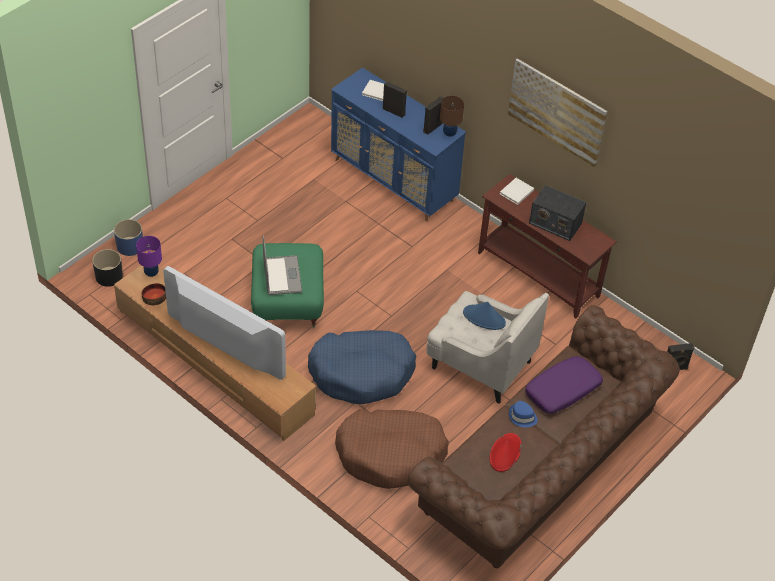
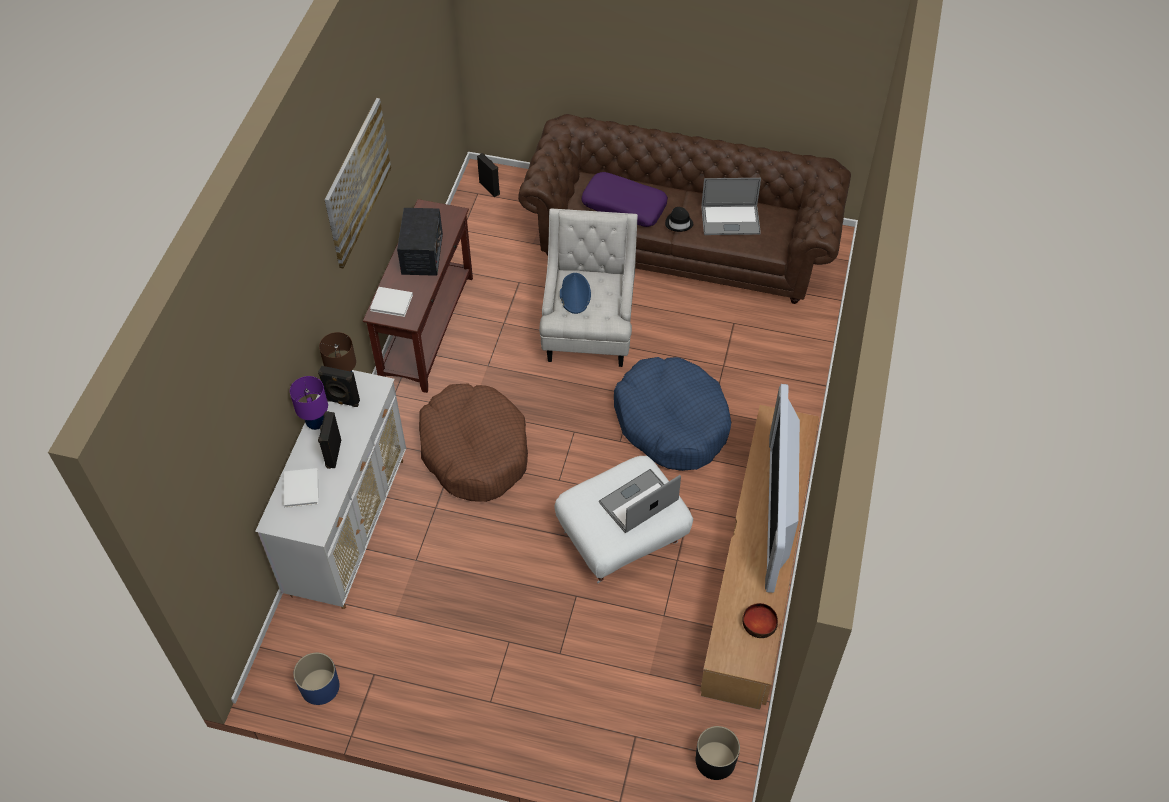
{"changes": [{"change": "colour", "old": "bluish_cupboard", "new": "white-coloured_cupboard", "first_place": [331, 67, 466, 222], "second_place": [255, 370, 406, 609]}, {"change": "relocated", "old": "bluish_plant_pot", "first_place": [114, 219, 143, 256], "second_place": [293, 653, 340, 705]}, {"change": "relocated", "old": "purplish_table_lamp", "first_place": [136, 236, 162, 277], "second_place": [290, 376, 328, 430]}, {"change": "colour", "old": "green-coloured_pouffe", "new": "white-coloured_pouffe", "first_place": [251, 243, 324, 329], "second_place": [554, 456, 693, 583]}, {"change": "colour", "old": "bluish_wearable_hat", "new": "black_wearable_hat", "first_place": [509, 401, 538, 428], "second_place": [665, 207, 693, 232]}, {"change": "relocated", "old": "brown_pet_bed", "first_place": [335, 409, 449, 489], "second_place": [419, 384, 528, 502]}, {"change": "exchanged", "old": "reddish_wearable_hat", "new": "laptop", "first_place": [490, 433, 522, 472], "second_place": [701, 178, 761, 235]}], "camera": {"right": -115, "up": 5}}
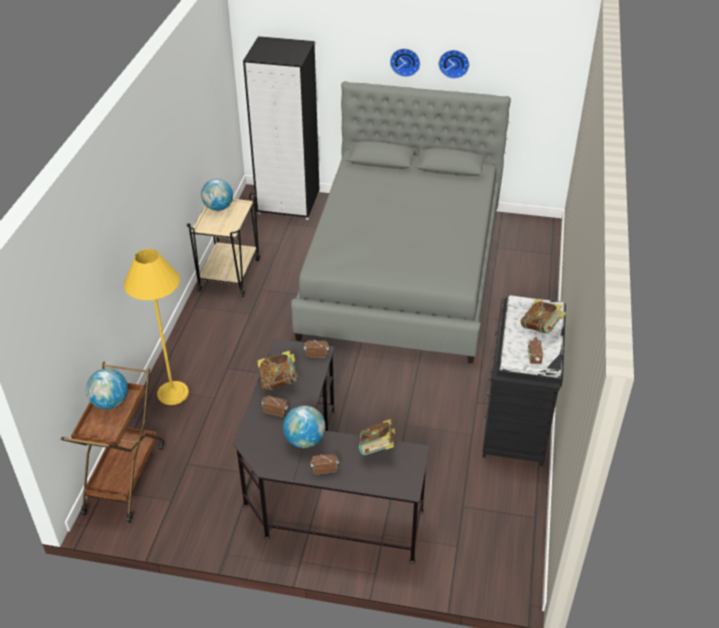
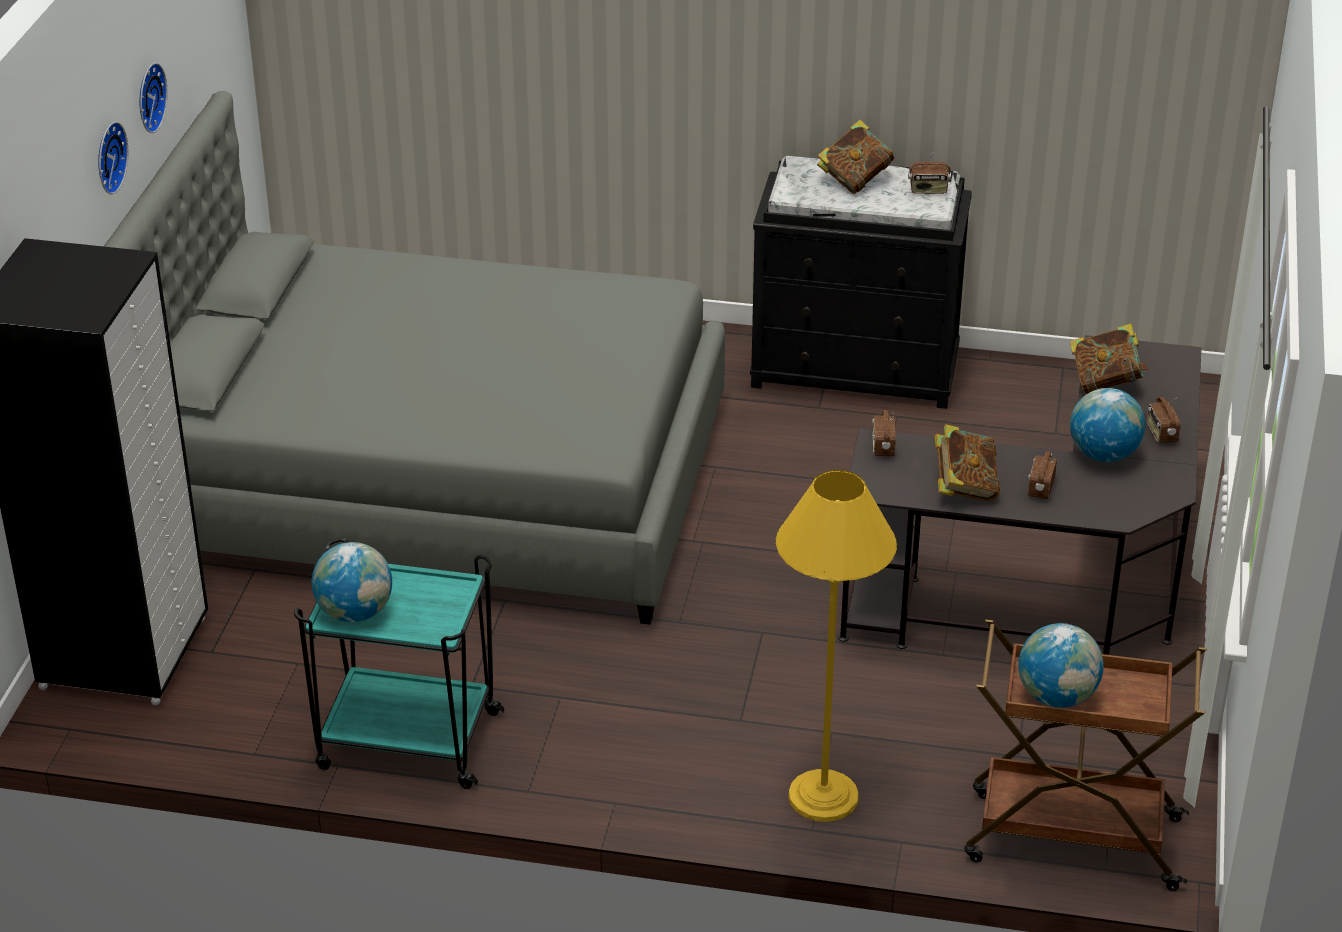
{"changes": [{"change": "colour", "old": "beige_wheeled_cart", "new": "blue-green_wheeled_cart", "first_place": [187, 193, 260, 297], "second_place": [294, 538, 504, 789]}], "camera": {"right": -90, "up": -5}}
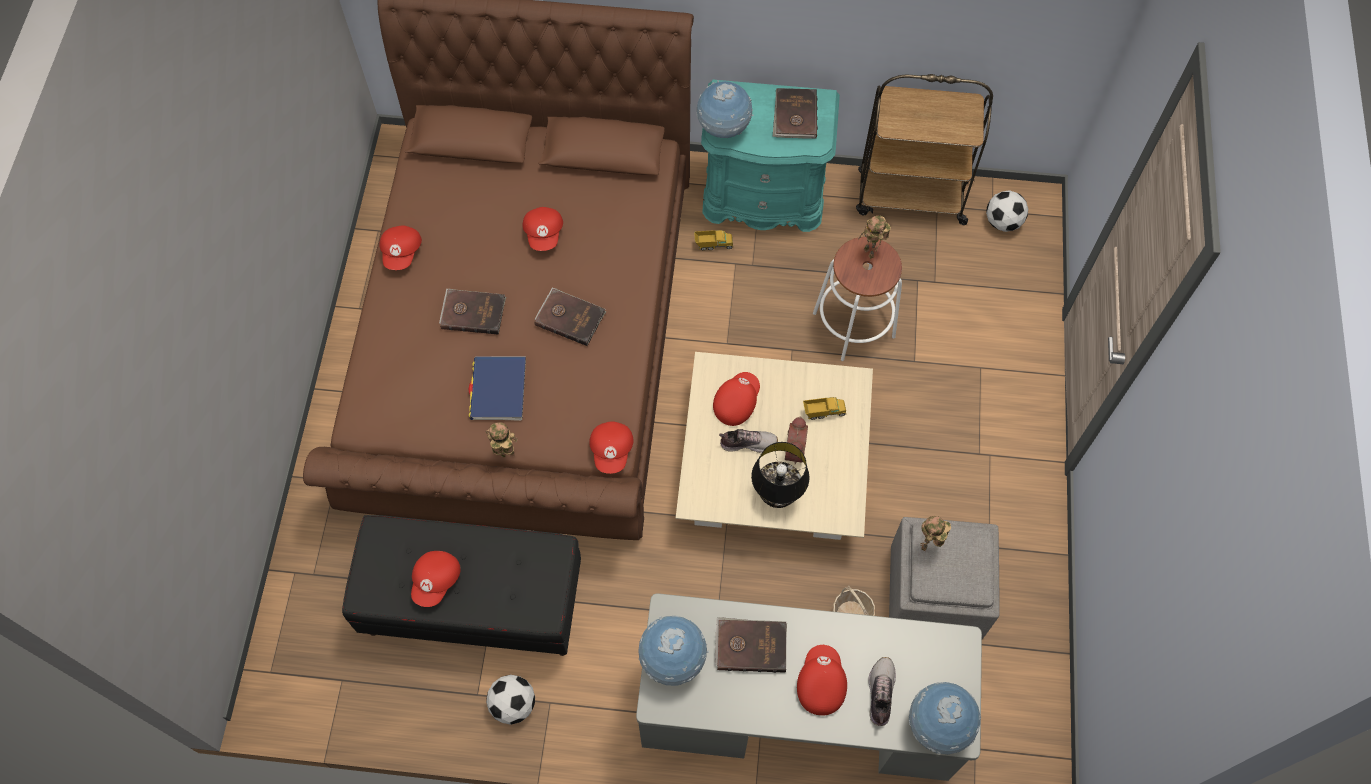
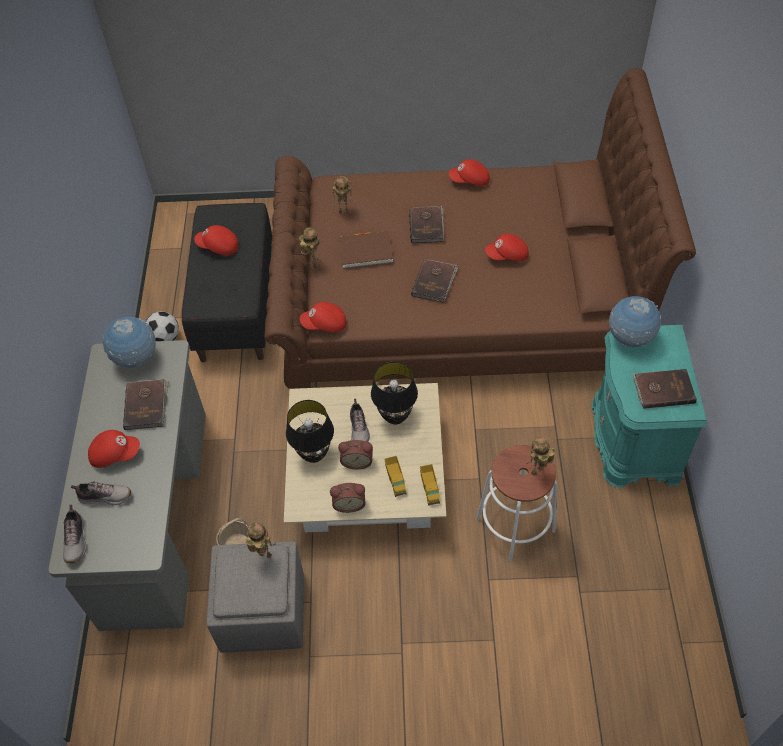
{"changes": [{"change": "missing", "old": "brown_wheeled_cart", "first_place": [856, 74, 993, 225]}, {"change": "missing", "old": "football", "first_place": [986, 190, 1028, 232]}, {"change": "relocated", "old": "toy_truck", "first_place": [694, 230, 733, 251], "second_place": [420, 464, 440, 506]}, {"change": "colour", "old": "bluish_volume", "new": "brown_volume", "first_place": [469, 356, 526, 421], "second_place": [338, 231, 393, 268]}, {"change": "exchanged", "old": "reddish_cap", "new": "black_table_lamp", "first_place": [713, 372, 760, 426], "second_place": [371, 362, 418, 425]}, {"change": "exchanged", "old": "world_globe", "new": "shoe", "first_place": [909, 682, 981, 754], "second_place": [63, 505, 87, 563]}, {"change": "appeared", "new": "model_robot", "second_place": [332, 176, 352, 215]}, {"change": "appeared", "new": "table_clock", "second_place": [330, 483, 365, 513]}], "camera": {"right": 85, "up": -10}}
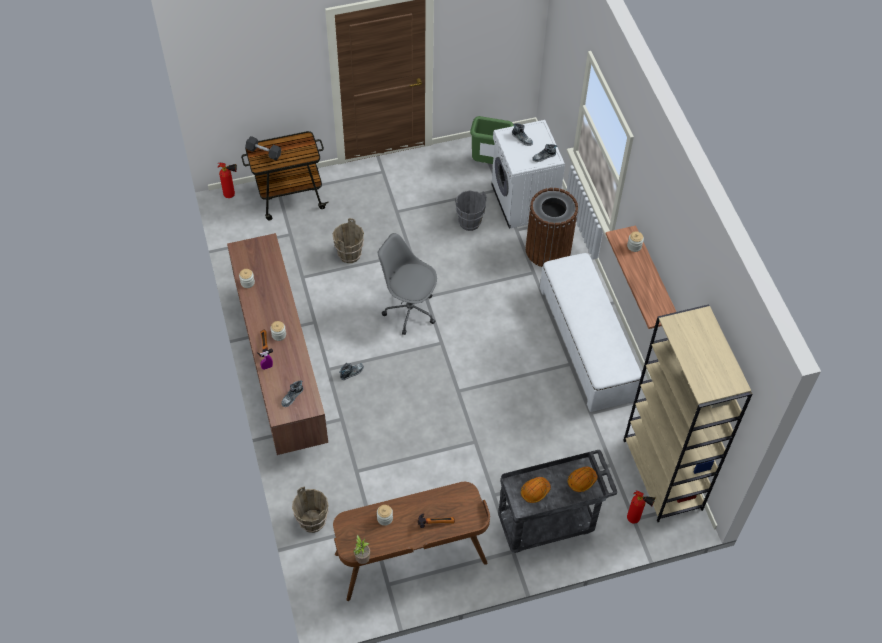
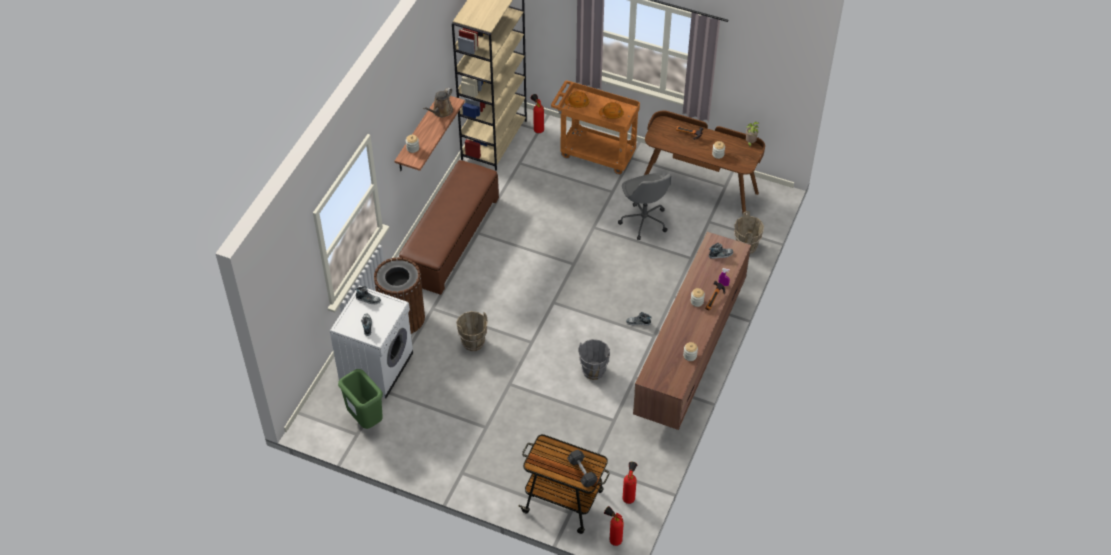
{"changes": [{"change": "relocated", "old": "greyish_pail", "first_place": [455, 191, 486, 231], "second_place": [579, 339, 610, 380]}, {"change": "relocated", "old": "brown_pail", "first_place": [333, 218, 364, 263], "second_place": [456, 311, 487, 351]}, {"change": "relocated", "old": "greyish_office_chair", "first_place": [378, 233, 437, 335], "second_place": [618, 173, 671, 240]}, {"change": "colour", "old": "white-coloured_bench", "new": "brown_bench", "first_place": [540, 253, 642, 412], "second_place": [399, 160, 499, 295]}, {"change": "colour", "old": "greyish_wheeled_cart", "new": "orange-coloured_wheeled_cart", "first_place": [498, 450, 617, 553], "second_place": [551, 80, 640, 175]}, {"change": "appeared", "new": "brown_watering_can", "second_place": [423, 87, 453, 117]}, {"change": "appeared", "new": "fire-fighting_cylinder", "second_place": [623, 462, 637, 504]}], "camera": {"right": -140, "up": -5}}
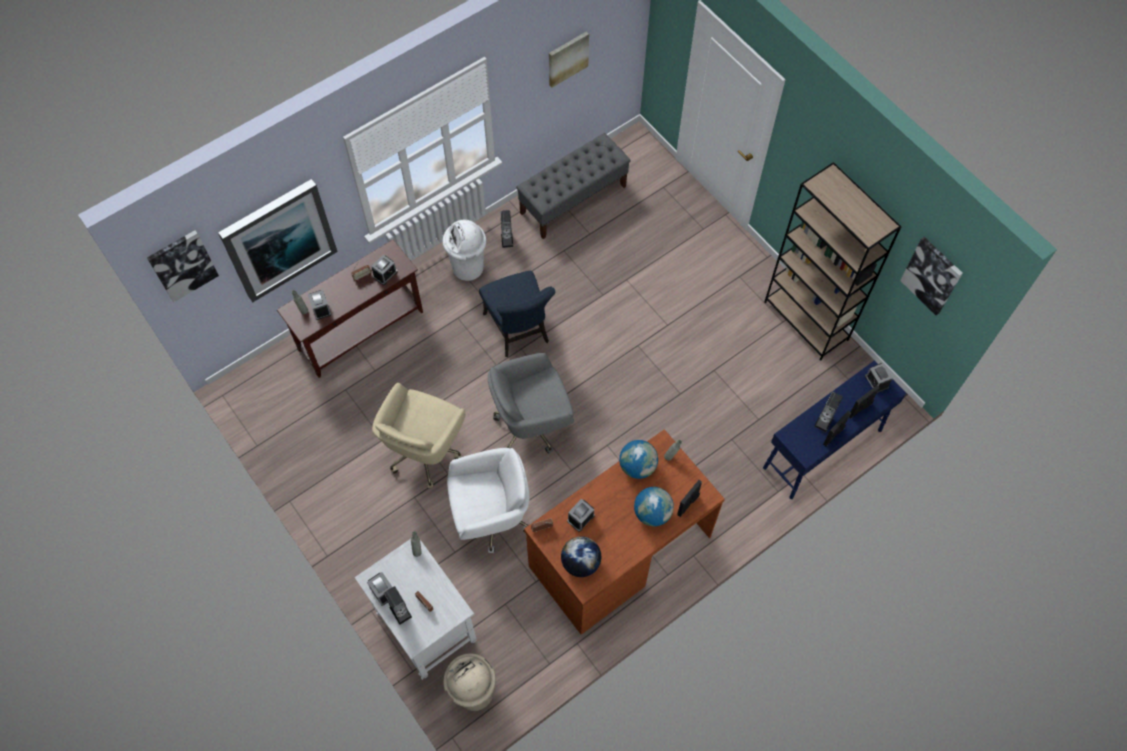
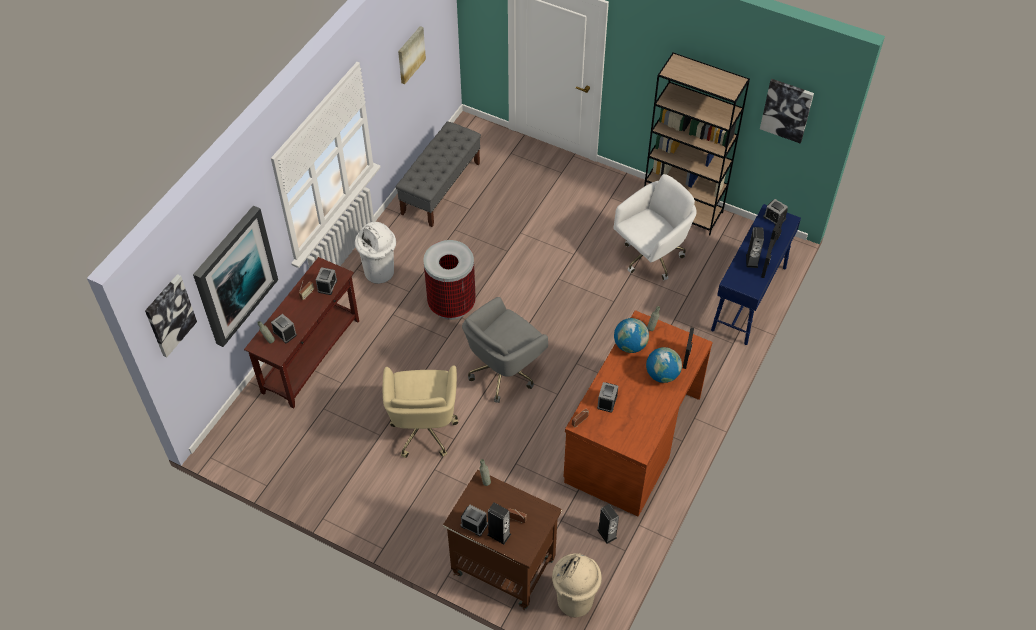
{"changes": [{"change": "relocated", "old": "speaker", "first_place": [500, 210, 513, 248], "second_place": [597, 504, 619, 544]}, {"change": "exchanged", "old": "bluish_chair", "new": "trash_can", "first_place": [479, 271, 556, 357], "second_place": [423, 240, 476, 320]}, {"change": "relocated", "old": "white-coloured_office_chair", "first_place": [447, 448, 530, 553], "second_place": [614, 174, 697, 280]}, {"change": "missing", "old": "world_globe", "first_place": [561, 536, 601, 577]}, {"change": "colour", "old": "white-coloured_wheeled_cart", "new": "brown_wheeled_cart", "first_place": [354, 539, 477, 680], "second_place": [443, 470, 562, 610]}], "camera": {"right": -25, "up": -10}}
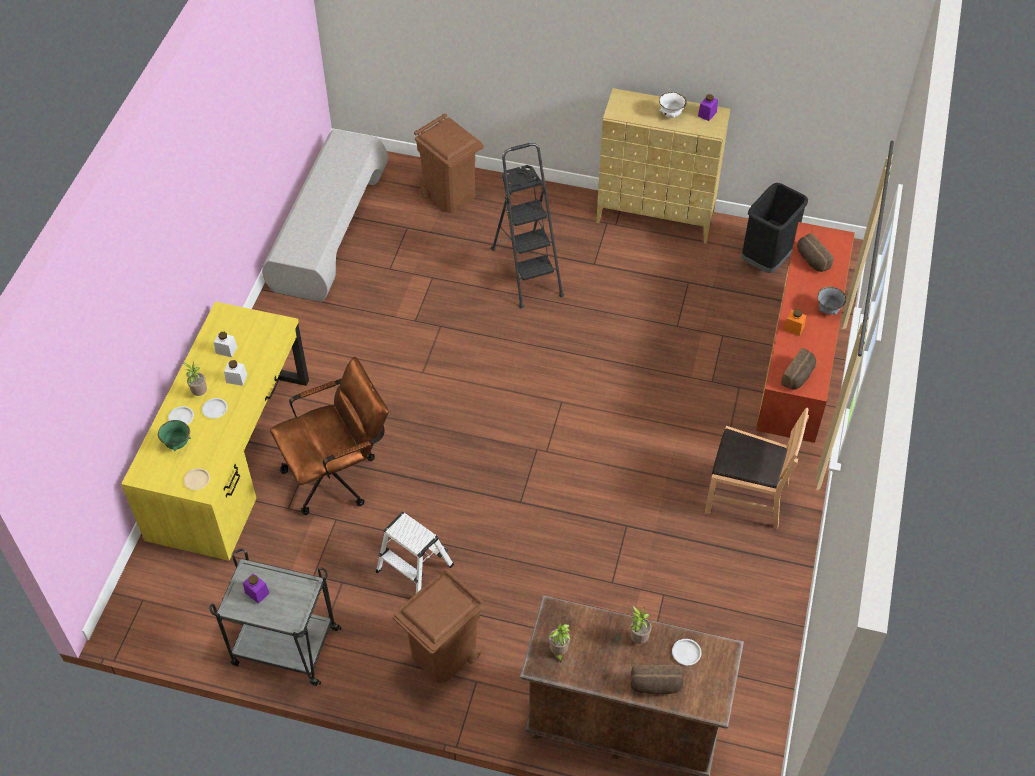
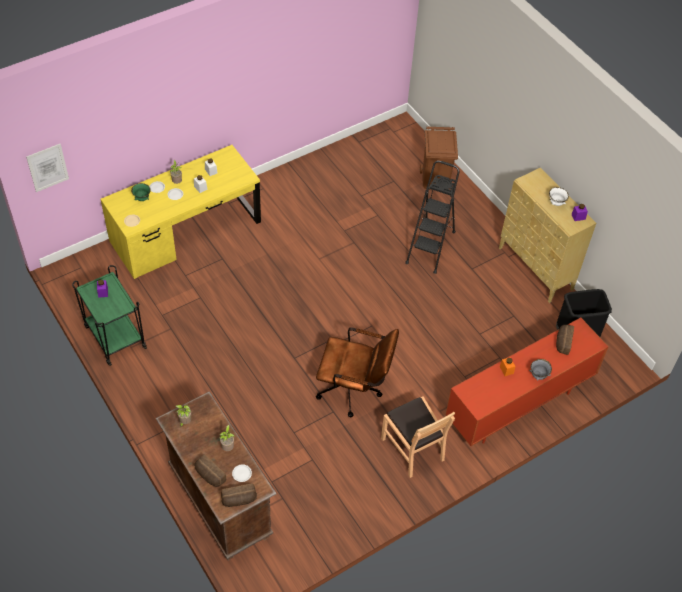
{"changes": [{"change": "missing", "old": "greyish_bench", "first_place": [262, 129, 388, 302]}, {"change": "relocated", "old": "bread", "first_place": [781, 348, 816, 390], "second_place": [221, 483, 257, 507]}, {"change": "relocated", "old": "brown_office_chair", "first_place": [270, 357, 389, 515], "second_place": [315, 327, 399, 417]}, {"change": "missing", "old": "white-coloured_stepladder", "first_place": [376, 511, 454, 593]}, {"change": "colour", "old": "greyish_wheeled_cart", "new": "green-coloured_wheeled_cart", "first_place": [209, 549, 342, 686], "second_place": [72, 265, 147, 366]}, {"change": "missing", "old": "brown_trash_can", "first_place": [392, 569, 483, 683]}, {"change": "appeared", "new": "picture", "second_place": [26, 144, 69, 192]}], "camera": {"right": 40, "up": 0}}
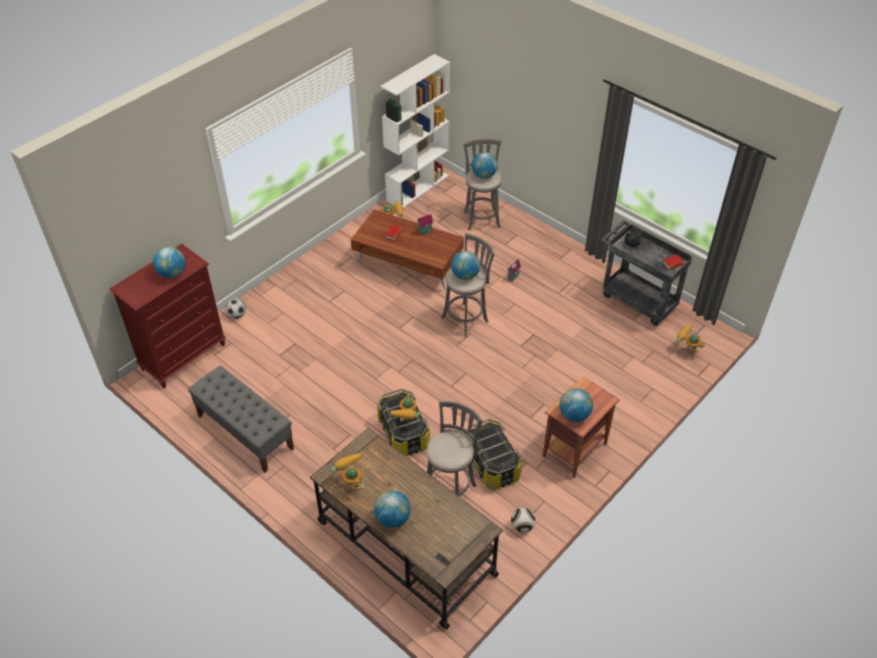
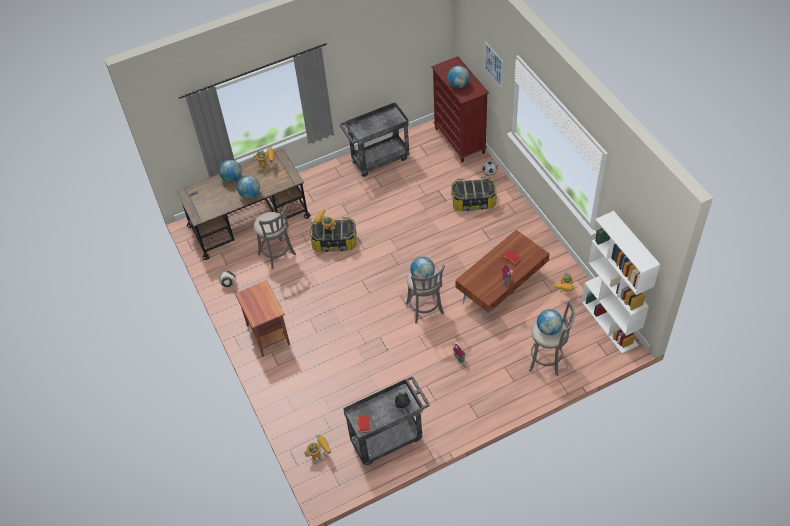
{"changes": [{"change": "exchanged", "old": "greyish_bench", "new": "greyish_wheeled_cart", "first_place": [188, 366, 294, 473], "second_place": [340, 102, 409, 177]}, {"change": "relocated", "old": "world_globe", "first_place": [559, 388, 593, 422], "second_place": [237, 176, 260, 199]}, {"change": "relocated", "old": "storage_box", "first_place": [470, 419, 522, 490], "second_place": [452, 176, 497, 211]}, {"change": "appeared", "new": "picture", "second_place": [484, 41, 503, 88]}], "camera": {"right": 115, "up": 5}}
